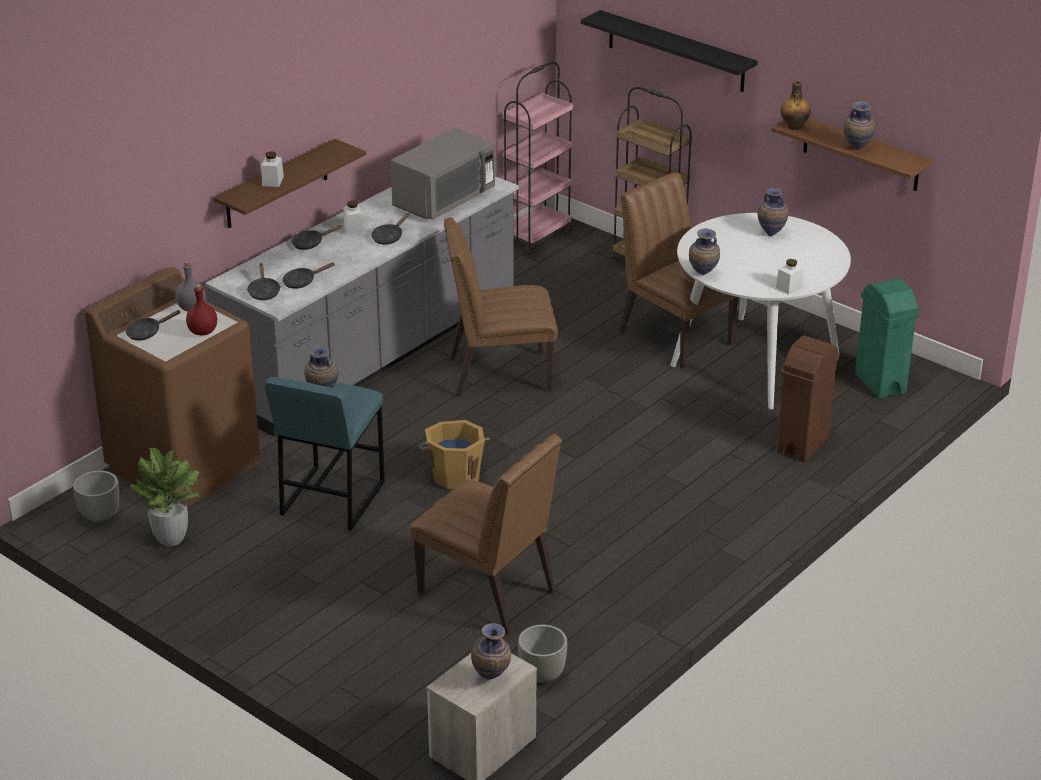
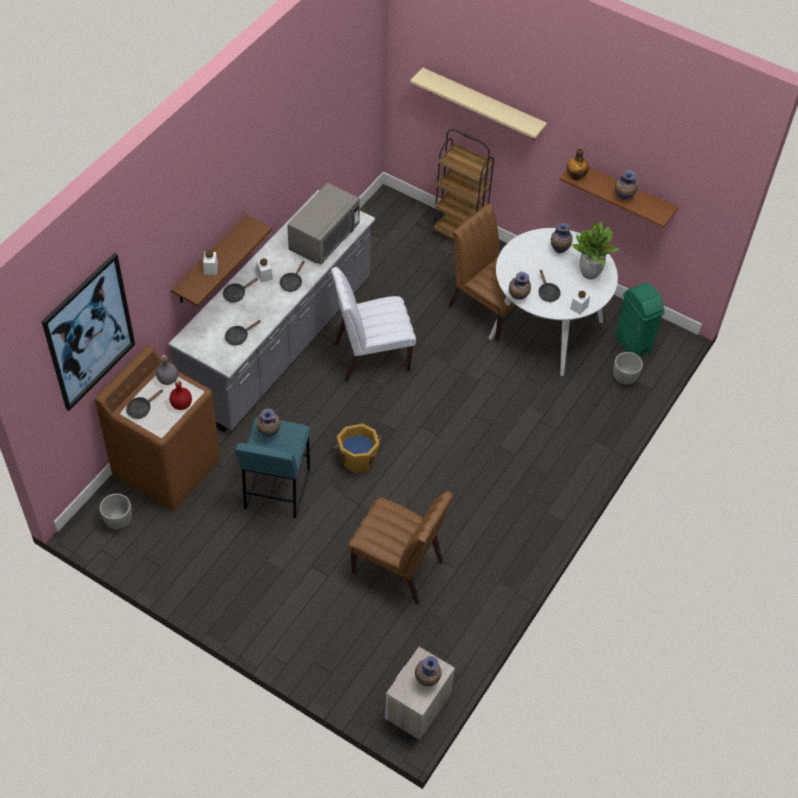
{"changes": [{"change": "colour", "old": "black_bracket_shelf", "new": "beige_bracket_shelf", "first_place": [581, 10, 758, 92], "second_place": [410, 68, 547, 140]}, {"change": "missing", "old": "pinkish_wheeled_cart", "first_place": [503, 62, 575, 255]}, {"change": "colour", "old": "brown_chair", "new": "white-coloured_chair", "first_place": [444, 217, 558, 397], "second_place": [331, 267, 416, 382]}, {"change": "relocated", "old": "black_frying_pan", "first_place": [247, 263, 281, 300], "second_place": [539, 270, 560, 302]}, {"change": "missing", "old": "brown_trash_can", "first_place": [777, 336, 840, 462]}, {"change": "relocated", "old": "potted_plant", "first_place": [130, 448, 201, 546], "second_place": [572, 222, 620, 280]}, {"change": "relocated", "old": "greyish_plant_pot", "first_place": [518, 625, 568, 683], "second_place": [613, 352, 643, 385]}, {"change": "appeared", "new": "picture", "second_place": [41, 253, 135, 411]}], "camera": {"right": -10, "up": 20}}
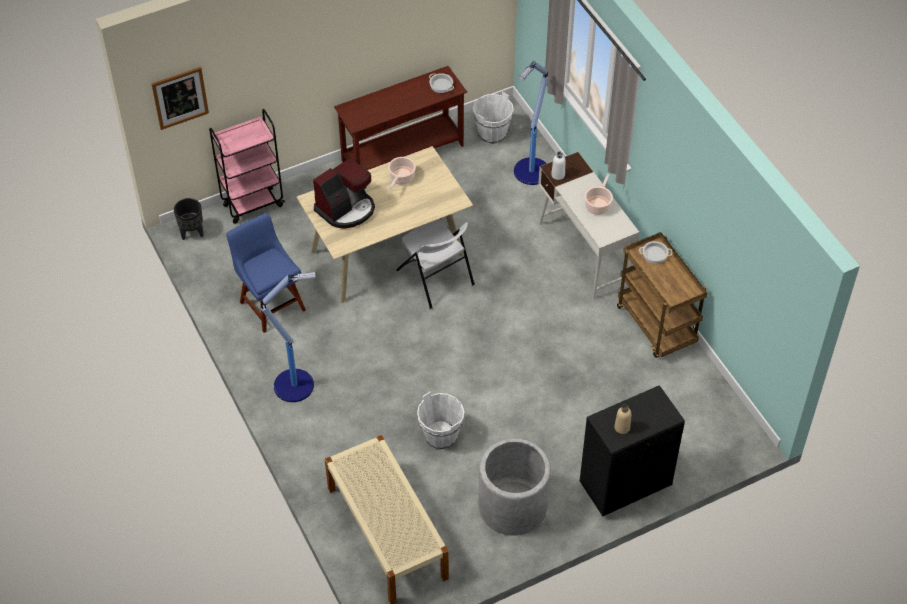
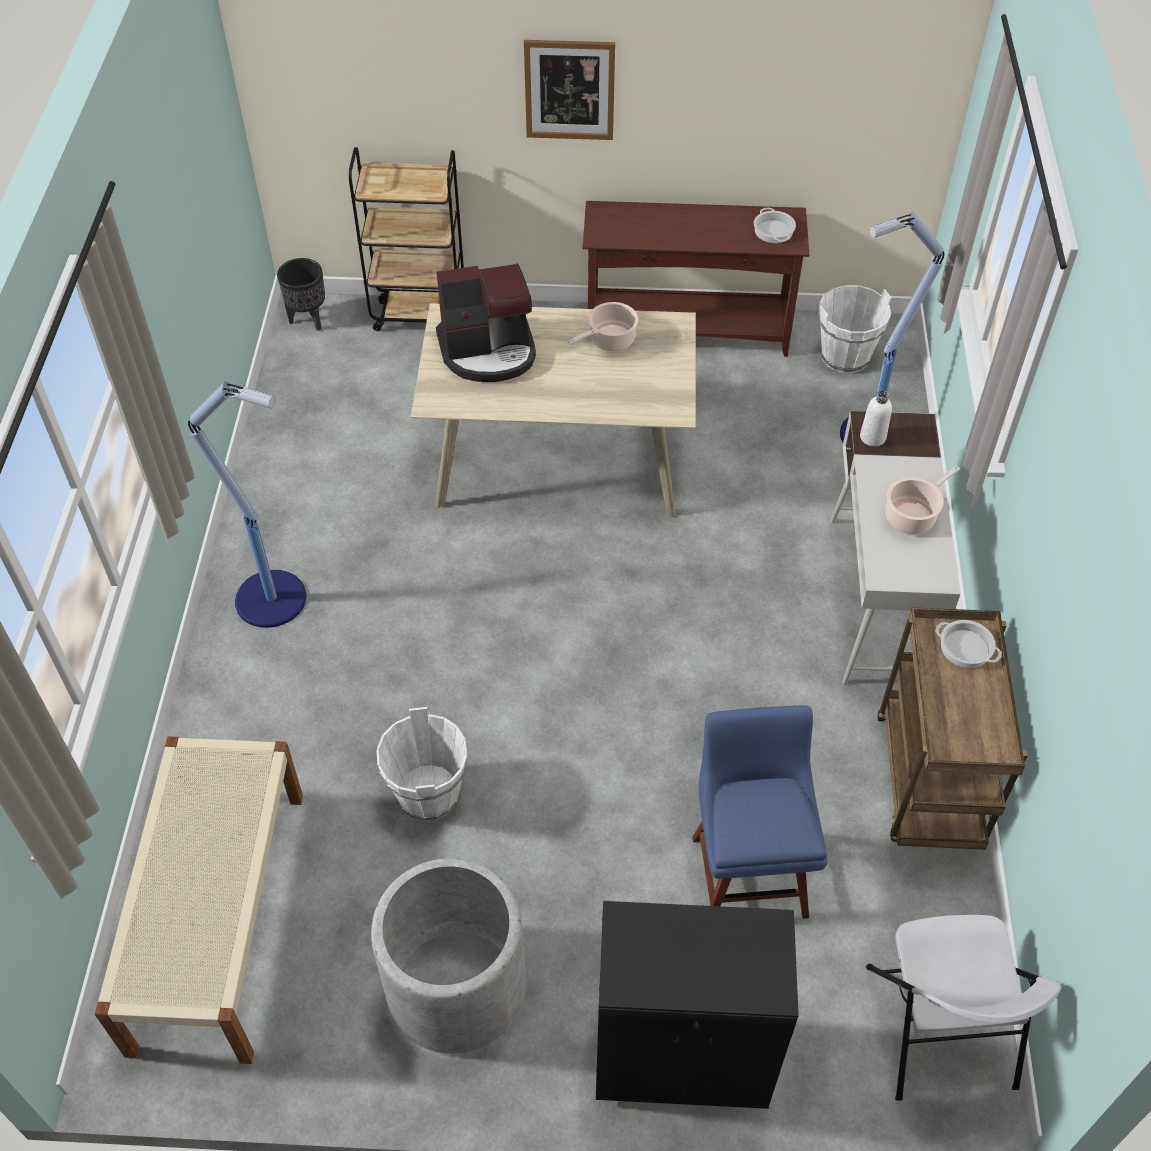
{"changes": [{"change": "relocated", "old": "picture", "first_place": [151, 67, 209, 130], "second_place": [524, 40, 615, 140]}, {"change": "colour", "old": "pinkish_wheeled_cart", "new": "brown_wheeled_cart", "first_place": [209, 109, 285, 224], "second_place": [349, 147, 464, 331]}, {"change": "relocated", "old": "bluish_chair", "first_place": [226, 213, 306, 333], "second_place": [692, 705, 827, 919]}, {"change": "relocated", "old": "white-coloured_chair", "first_place": [396, 219, 475, 309], "second_place": [866, 915, 1061, 1101]}, {"change": "missing", "old": "beige_drink_bottle", "first_place": [614, 405, 631, 434]}], "camera": {"right": 30, "up": 0}}
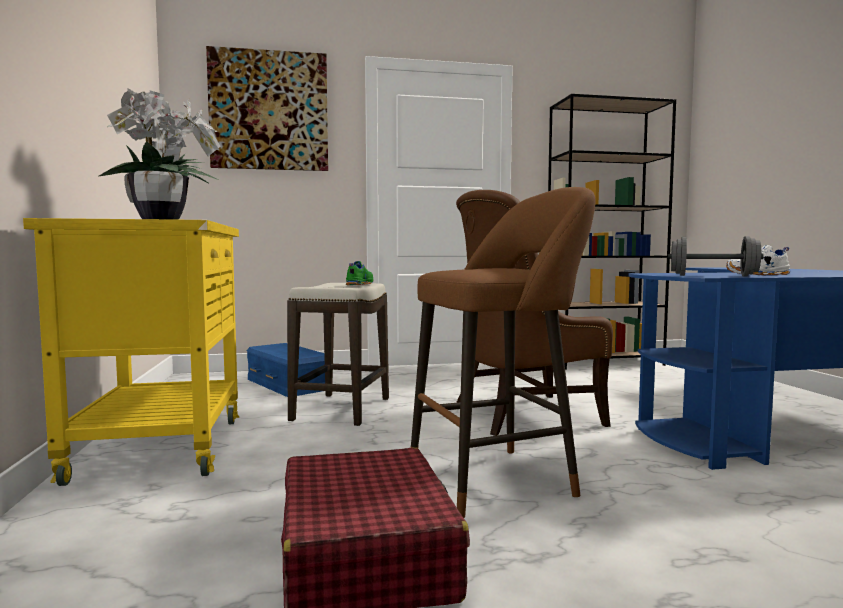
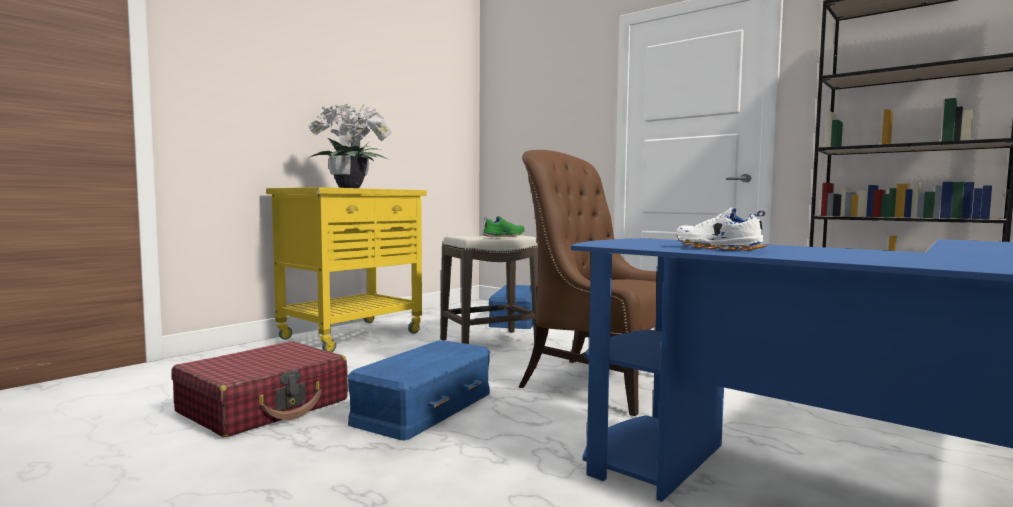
{"changes": [{"change": "missing", "old": "picture", "first_place": [206, 46, 328, 171]}, {"change": "exchanged", "old": "brown_sitting_stool", "new": "bluish_storage_box", "first_place": [411, 187, 595, 518], "second_place": [347, 340, 490, 440]}, {"change": "missing", "old": "greyish_free_weight", "first_place": [668, 236, 763, 277]}], "camera": {"right": 50, "up": 0}}
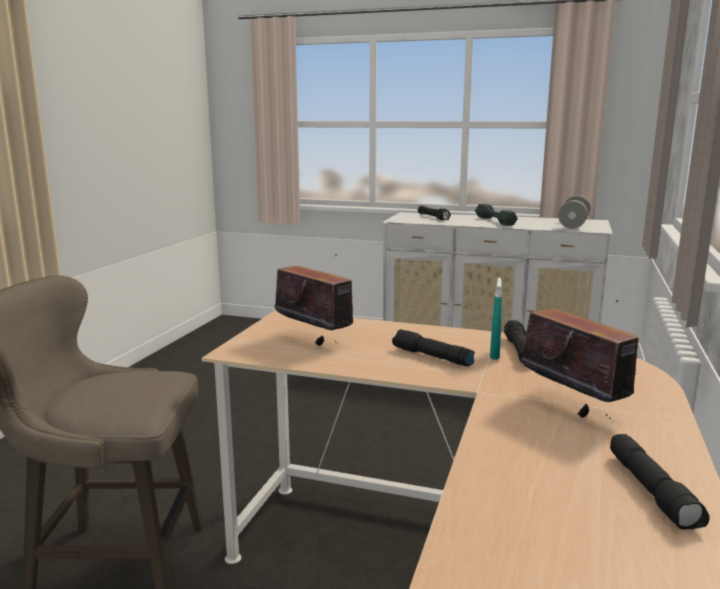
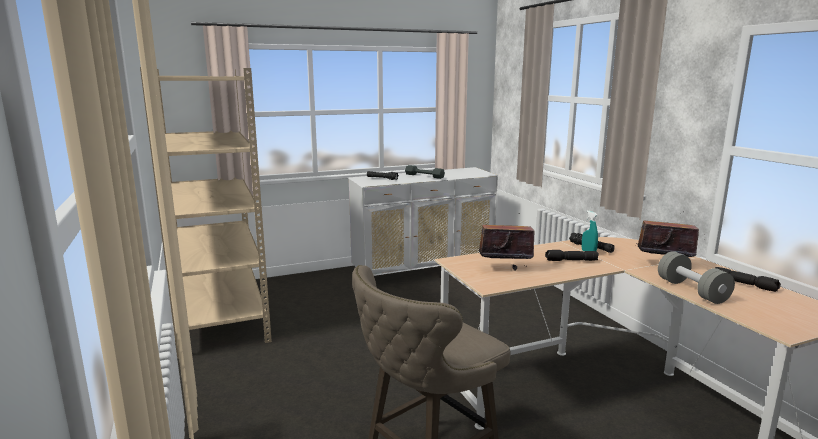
{"changes": [{"change": "relocated", "old": "greyish_free_weight", "first_place": [558, 195, 591, 229], "second_place": [658, 251, 735, 304]}, {"change": "appeared", "new": "beige_bookcase", "second_place": [140, 67, 272, 359]}], "camera": {"right": -40, "up": 0}}
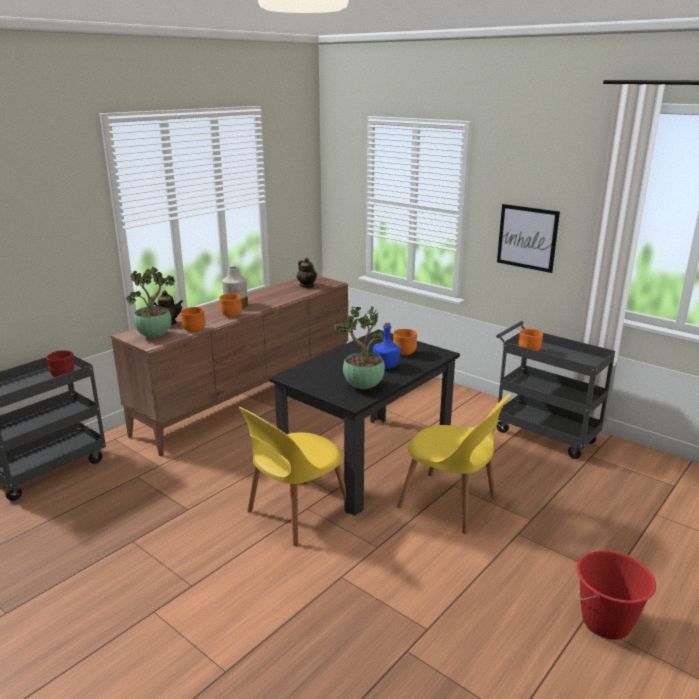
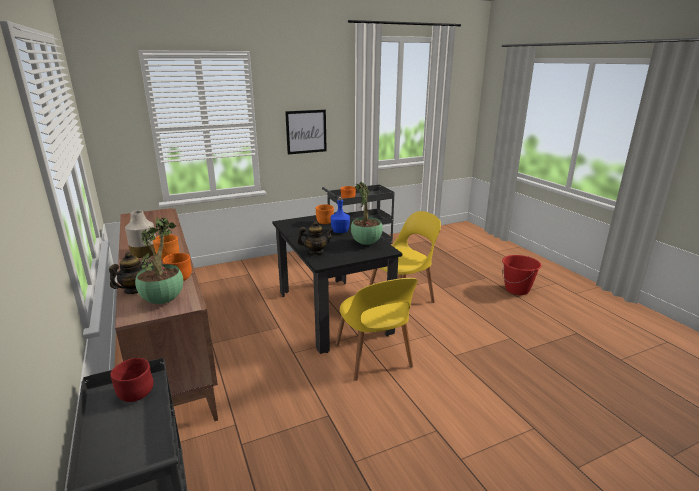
{"changes": [{"change": "relocated", "old": "teapot", "first_place": [297, 258, 317, 288], "second_place": [297, 221, 334, 255]}], "camera": {"right": -65, "up": 0}}
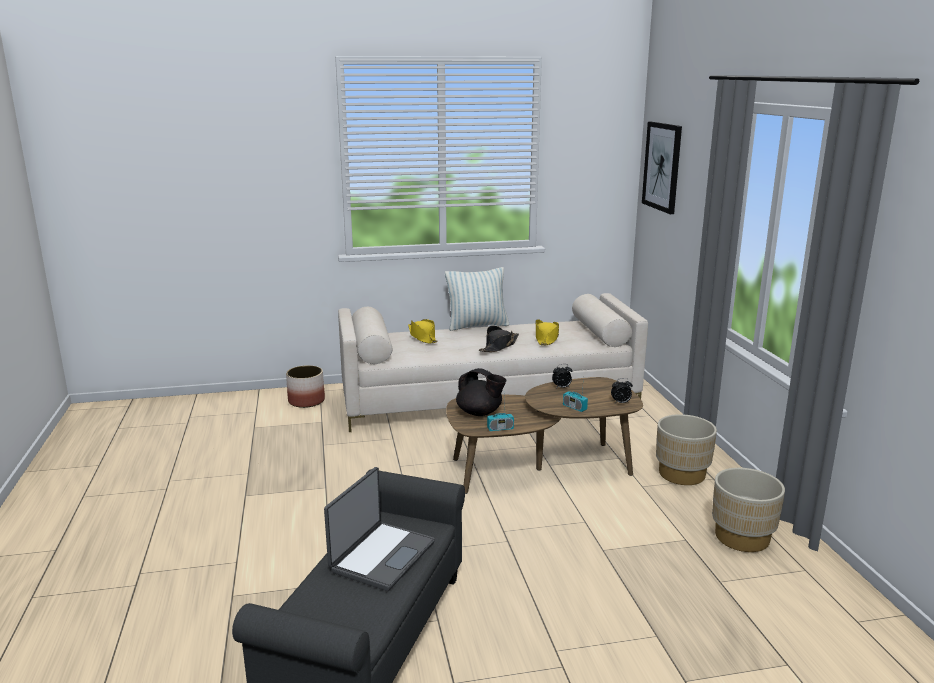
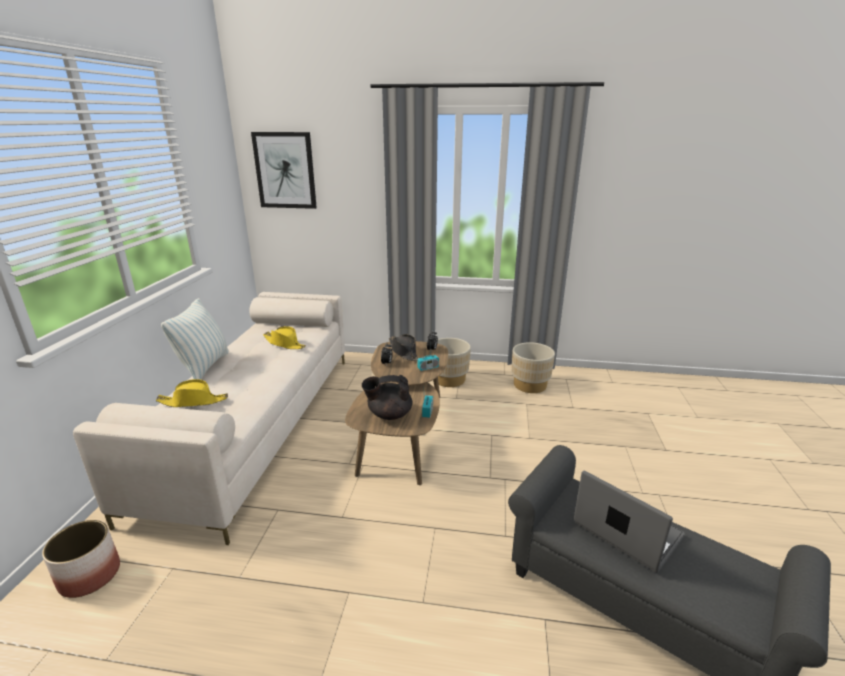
{"changes": [{"change": "relocated", "old": "black_wearable_hat", "first_place": [479, 325, 519, 352], "second_place": [389, 334, 418, 361]}, {"change": "spun", "old": "black_teapot", "first_place": [456, 368, 507, 416], "second_place": [362, 375, 412, 420], "degrees": -150}], "camera": {"right": -70, "up": 5}}
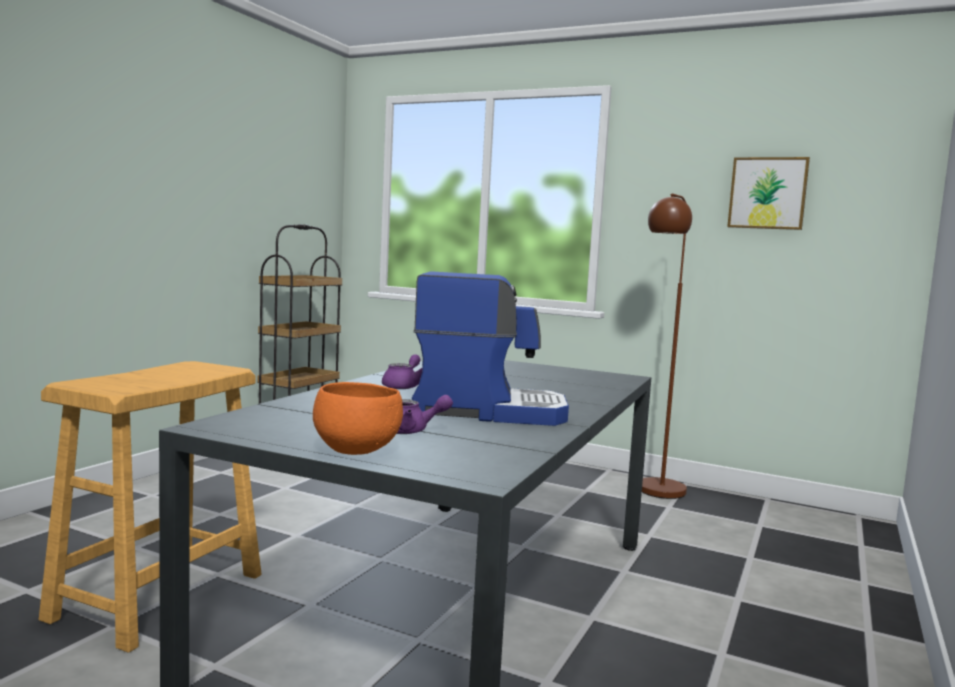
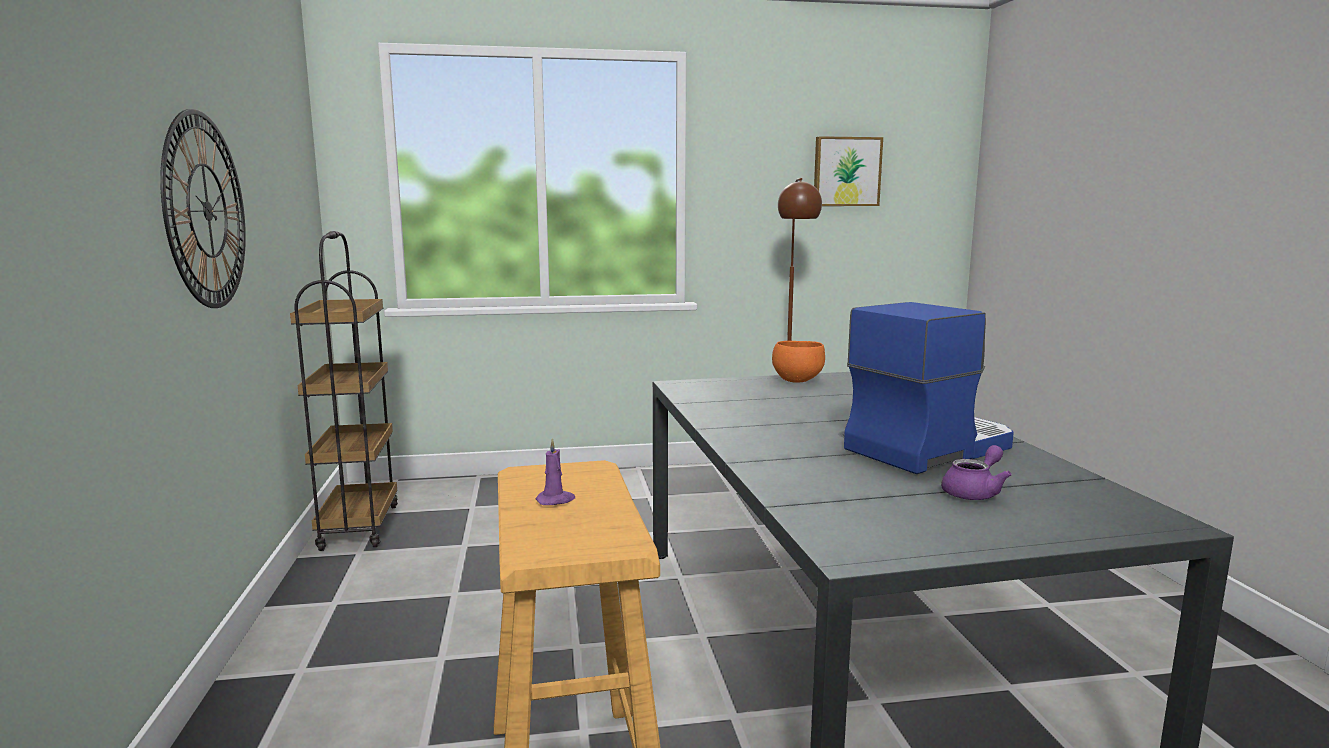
{"changes": [{"change": "missing", "old": "purplish_teapot", "first_place": [382, 354, 422, 389]}, {"change": "relocated", "old": "orange-coloured_deep_dish", "first_place": [313, 382, 403, 455], "second_place": [772, 341, 825, 383]}, {"change": "appeared", "new": "wall_clock", "second_place": [160, 109, 246, 308]}, {"change": "appeared", "new": "purplish_wax_candle", "second_place": [536, 438, 575, 505]}], "camera": {"right": -35, "up": 5}}
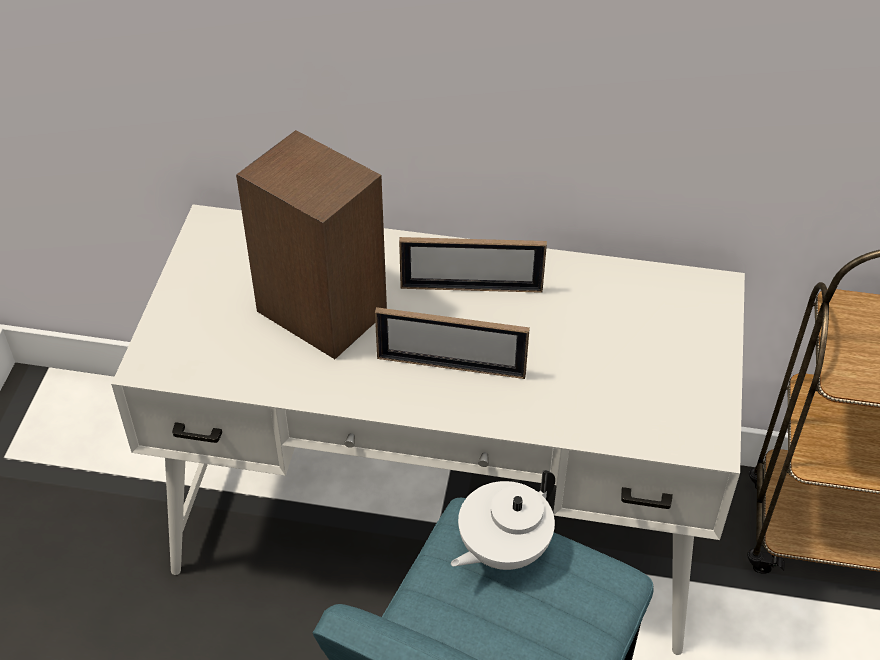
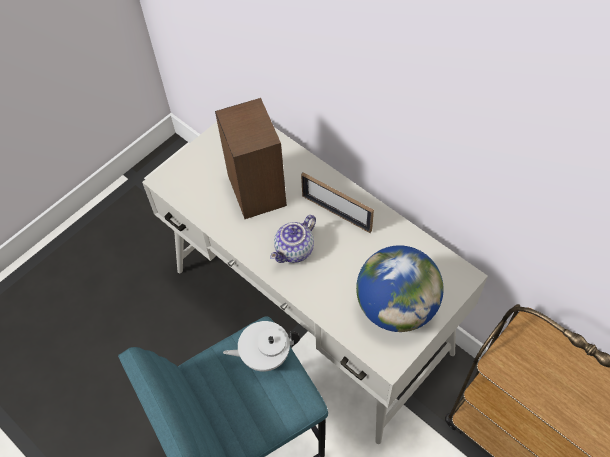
{"changes": [{"change": "exchanged", "old": "picture_frame", "new": "teapot", "first_place": [375, 307, 530, 379], "second_place": [270, 215, 316, 263]}, {"change": "appeared", "new": "world_globe", "second_place": [356, 245, 444, 332]}], "camera": {"right": 35, "up": 10}}
